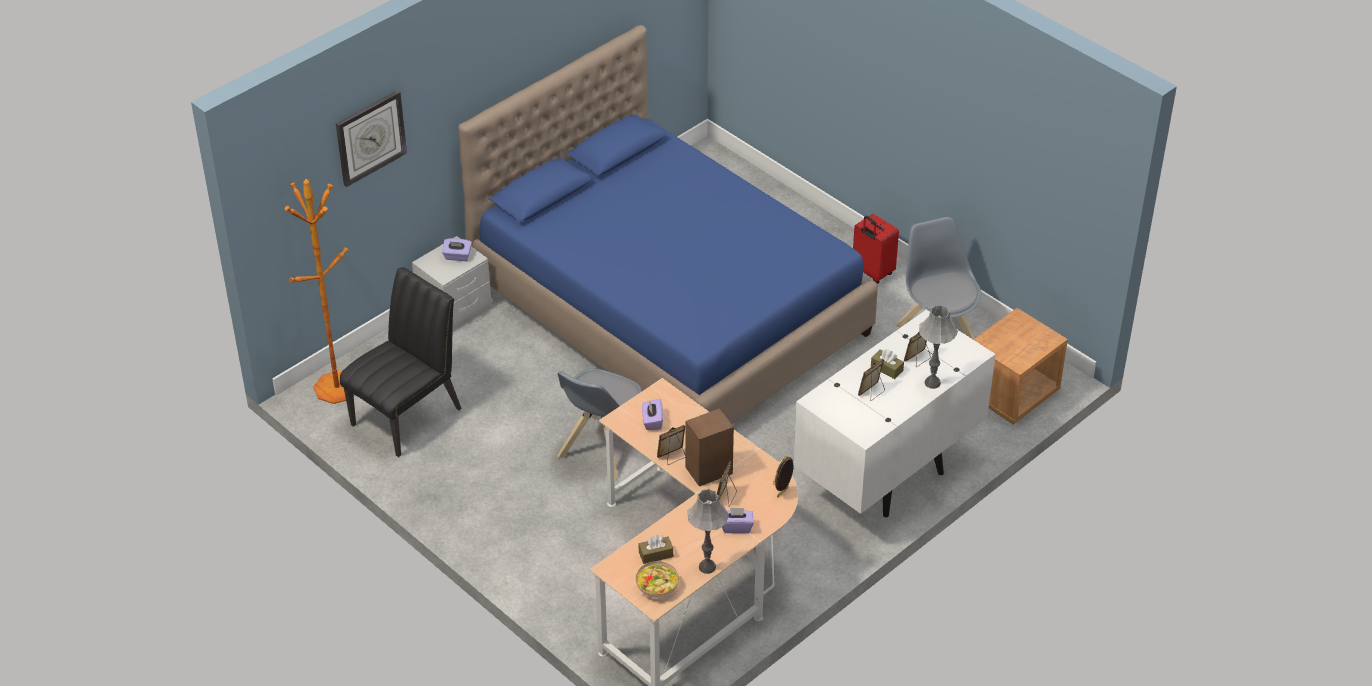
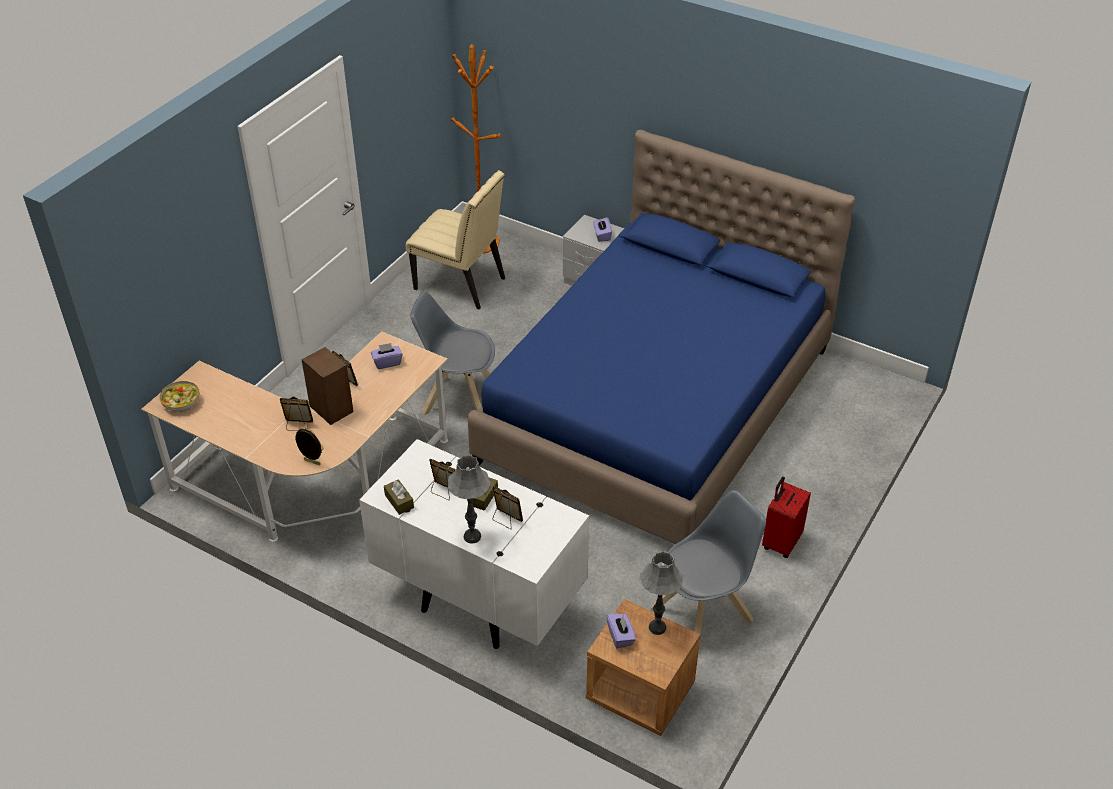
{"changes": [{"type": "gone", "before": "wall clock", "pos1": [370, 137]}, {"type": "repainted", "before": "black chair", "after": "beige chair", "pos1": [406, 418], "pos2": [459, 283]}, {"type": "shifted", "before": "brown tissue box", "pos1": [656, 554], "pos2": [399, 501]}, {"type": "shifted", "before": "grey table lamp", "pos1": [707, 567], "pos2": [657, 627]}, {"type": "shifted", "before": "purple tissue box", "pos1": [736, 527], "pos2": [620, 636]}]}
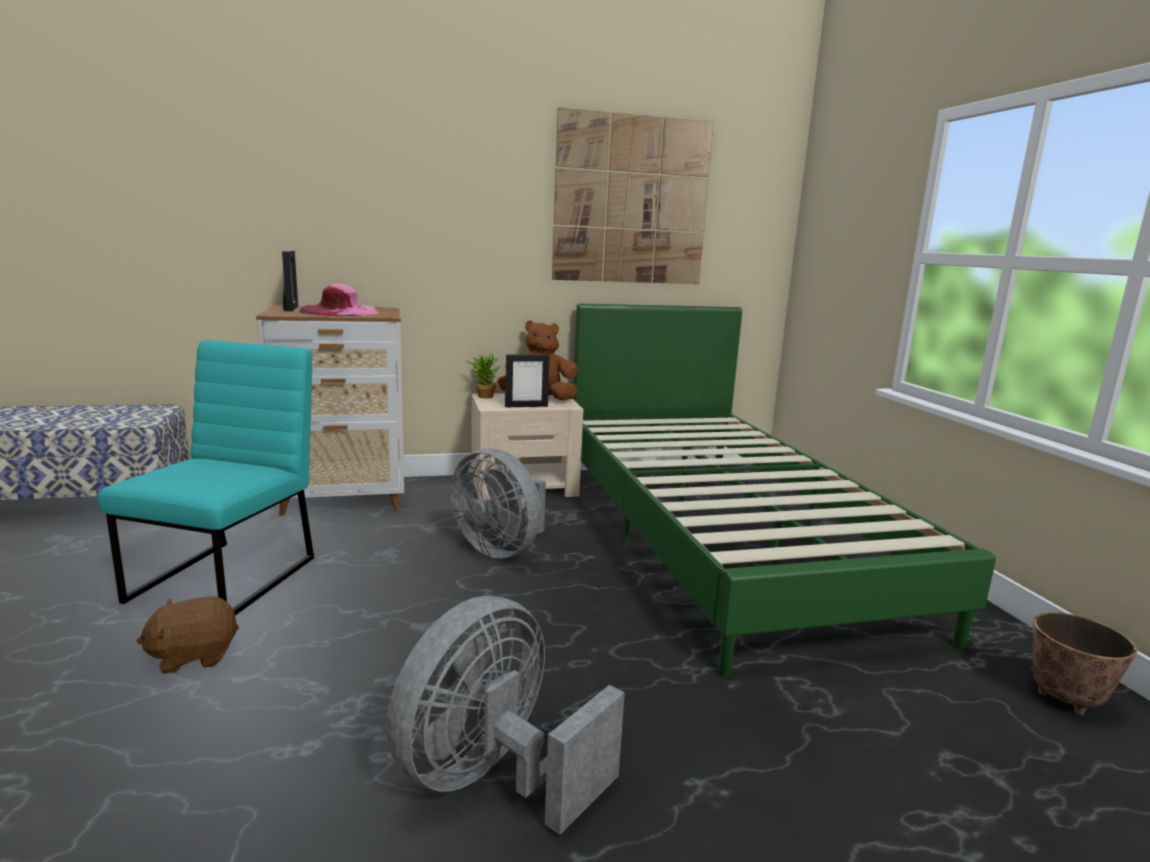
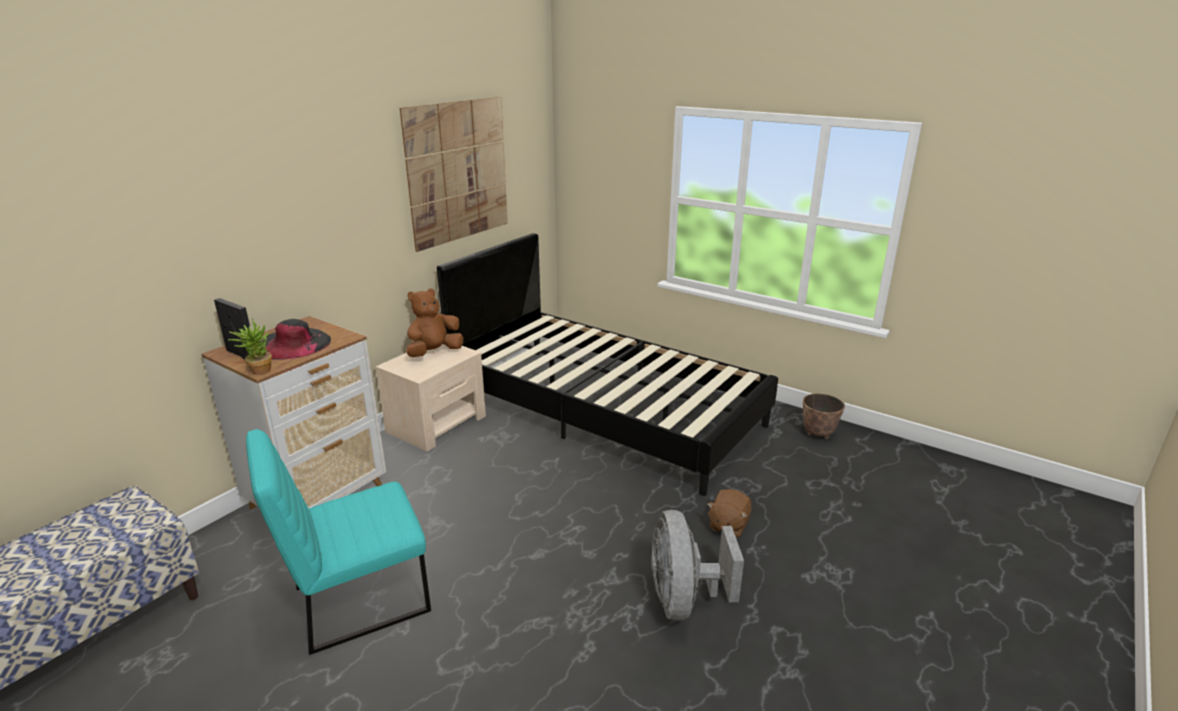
{"changes": [{"type": "rotated", "before": "turquoise chair", "pos1": [229, 576], "pos2": [357, 600], "turn": -90}, {"type": "shifted", "before": "brown plush toy", "pos1": [194, 656], "pos2": [728, 525]}, {"type": "repainted", "before": "pink hat", "after": "black hat", "pos1": [339, 311], "pos2": [294, 344]}, {"type": "gone", "before": "grey fan", "pos1": [500, 548]}, {"type": "shifted", "before": "potted plant", "pos1": [483, 396], "pos2": [257, 371]}, {"type": "gone", "before": "picture frame", "pos1": [526, 406]}, {"type": "repainted", "before": "green bed", "after": "black bed", "pos1": [720, 538], "pos2": [604, 410]}]}
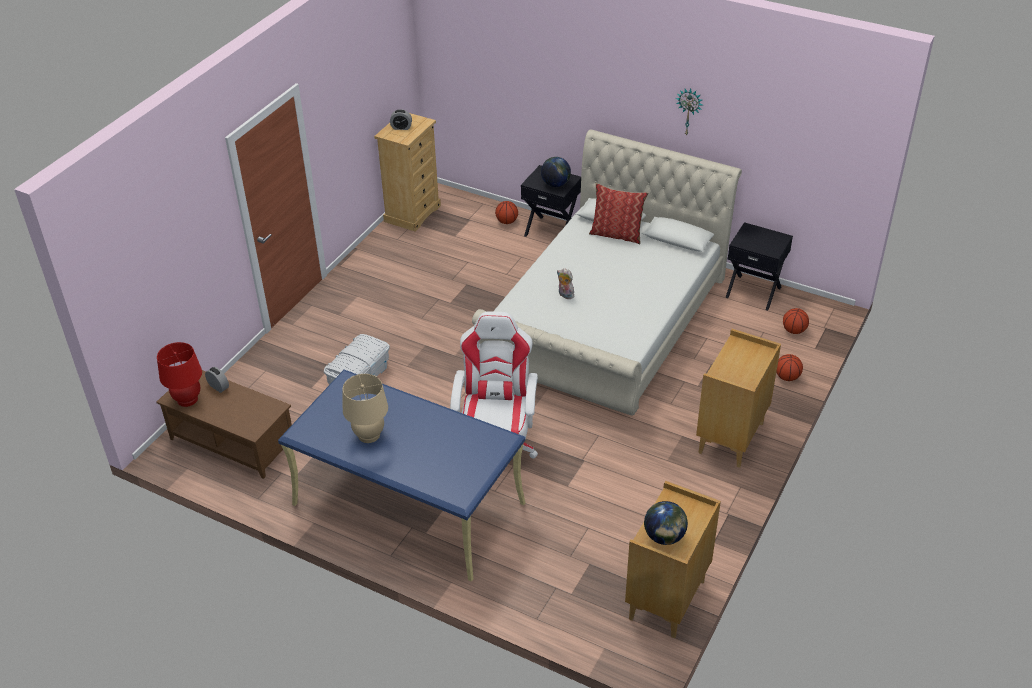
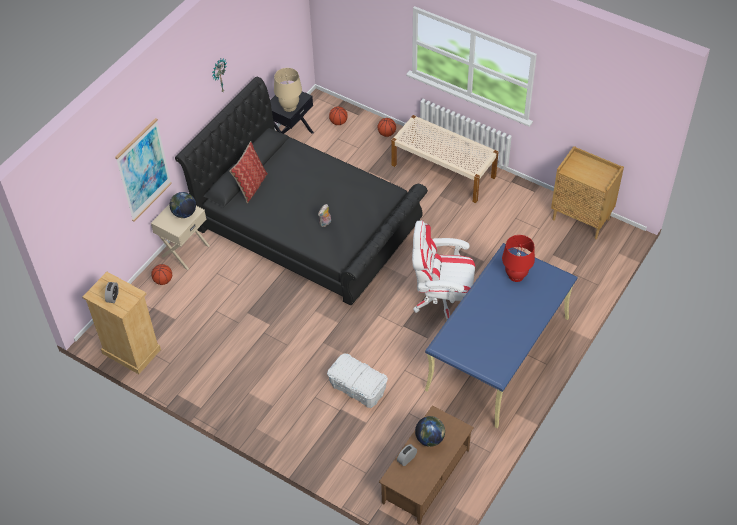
{"changes": [{"type": "shifted", "before": "red table lamp", "pos1": [187, 399], "pos2": [516, 275]}, {"type": "shifted", "before": "beige table lamp", "pos1": [369, 435], "pos2": [289, 106]}, {"type": "repainted", "before": "beige bed", "after": "black bed", "pos1": [606, 318], "pos2": [307, 224]}, {"type": "repainted", "before": "black nightstand", "after": "beige nightstand", "pos1": [551, 231], "pos2": [184, 250]}, {"type": "shifted", "before": "globe", "pos1": [664, 537], "pos2": [429, 439]}, {"type": "swapped", "before": "brown cabinet", "after": "beige bench", "pos1": [731, 438], "pos2": [443, 171]}, {"type": "new", "after": "picture", "pos2": [143, 170]}]}
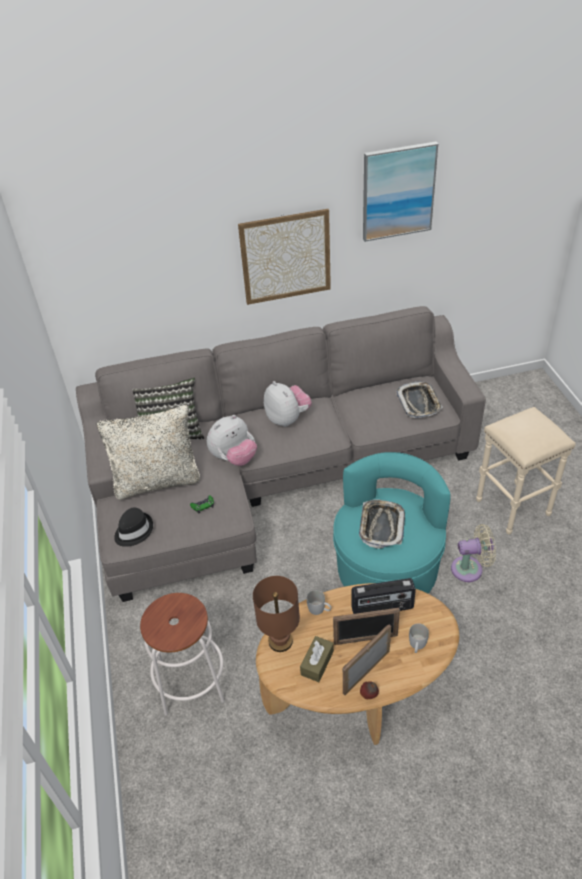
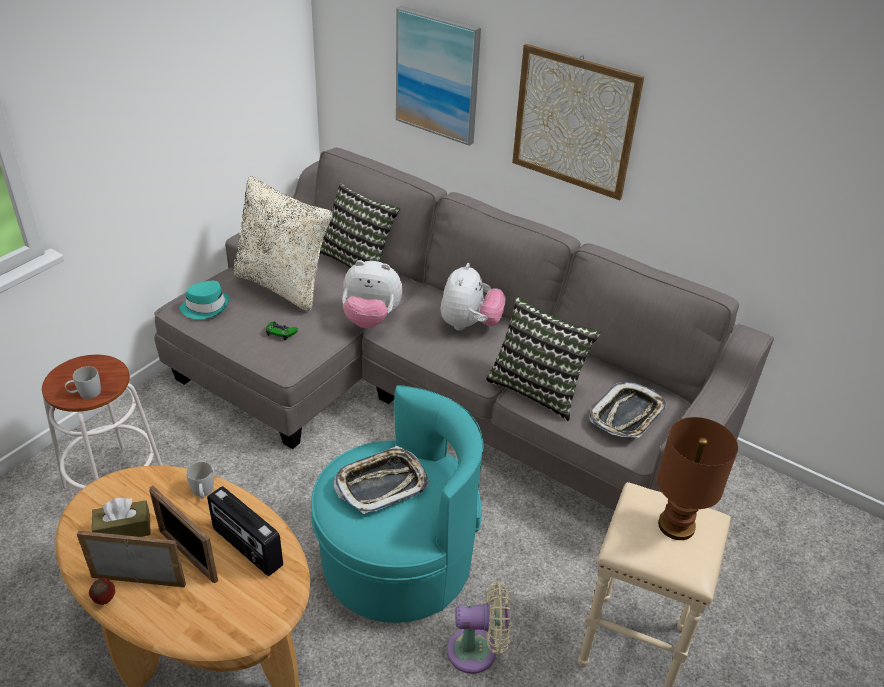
{"changes": [{"type": "repainted", "before": "black hat", "after": "turquoise hat", "pos1": [133, 531], "pos2": [205, 307]}, {"type": "shifted", "before": "brown table lamp", "pos1": [280, 641], "pos2": [675, 526]}, {"type": "shifted", "before": "picture", "pos1": [398, 191], "pos2": [438, 75]}, {"type": "shifted", "before": "white mug", "pos1": [417, 646], "pos2": [85, 394]}, {"type": "rotated", "before": "beige fan", "pos1": [470, 569], "pos2": [477, 651], "turn": -45}, {"type": "new", "after": "pillow", "pos2": [537, 388]}]}
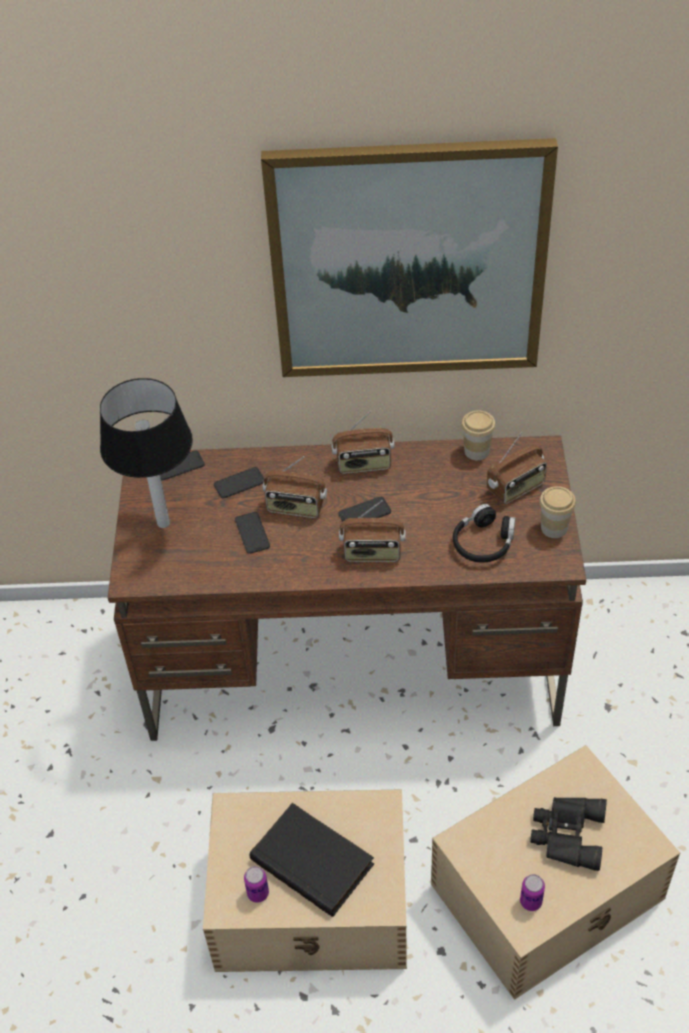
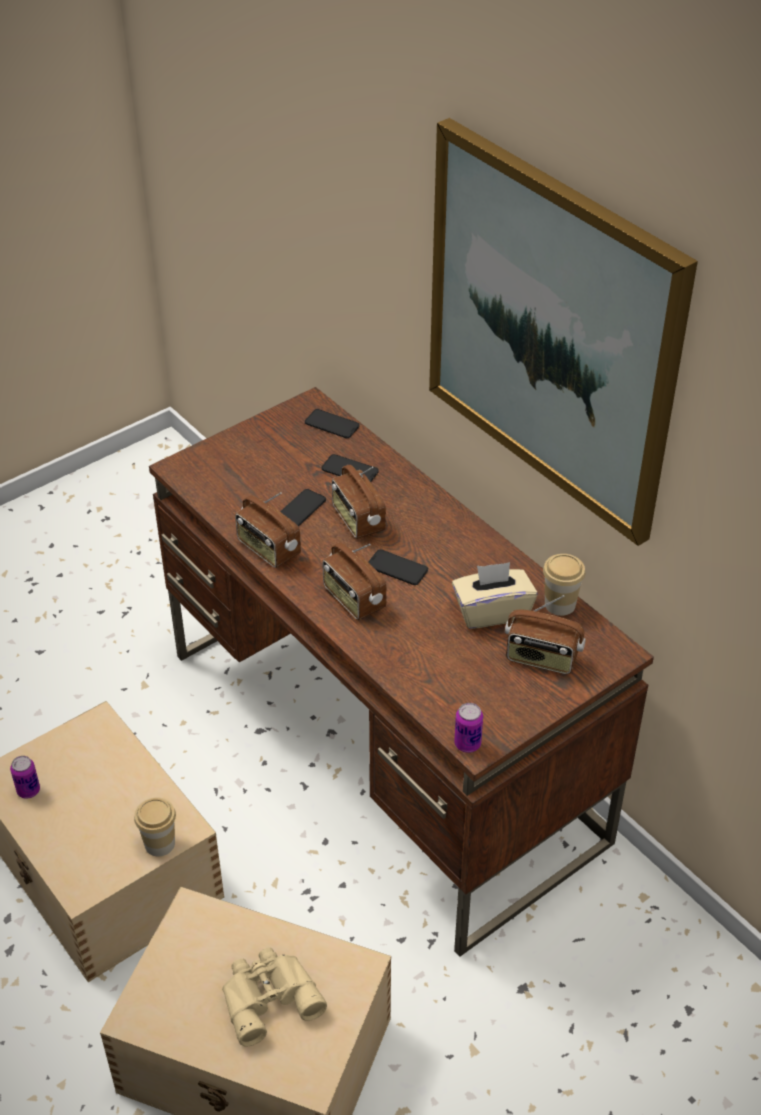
{"changes": [{"type": "gone", "before": "table lamp", "pos1": [164, 522]}, {"type": "gone", "before": "black book", "pos1": [314, 861]}, {"type": "shifted", "before": "radio", "pos1": [363, 464], "pos2": [268, 549]}, {"type": "gone", "before": "black headphones", "pos1": [483, 542]}, {"type": "shifted", "before": "can", "pos1": [531, 901], "pos2": [467, 744]}, {"type": "repainted", "before": "black binoculars", "after": "beige binoculars", "pos1": [566, 834], "pos2": [267, 996]}, {"type": "shifted", "before": "cup", "pos1": [554, 528], "pos2": [159, 843]}, {"type": "new", "after": "beige tissue box", "pos2": [492, 611]}]}
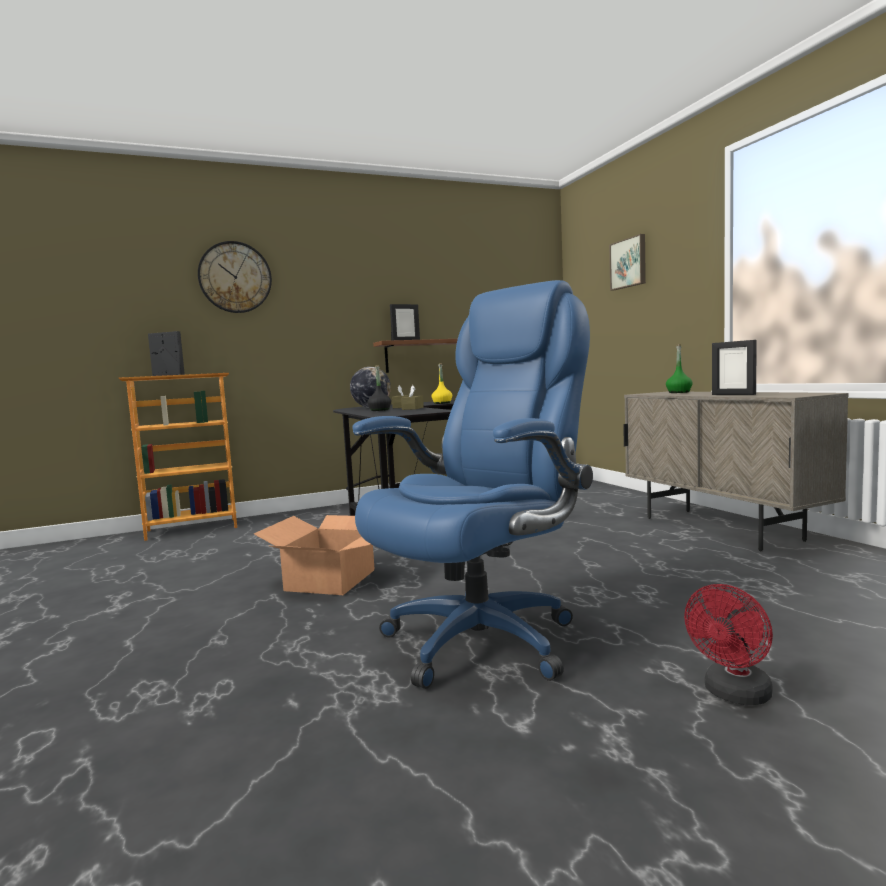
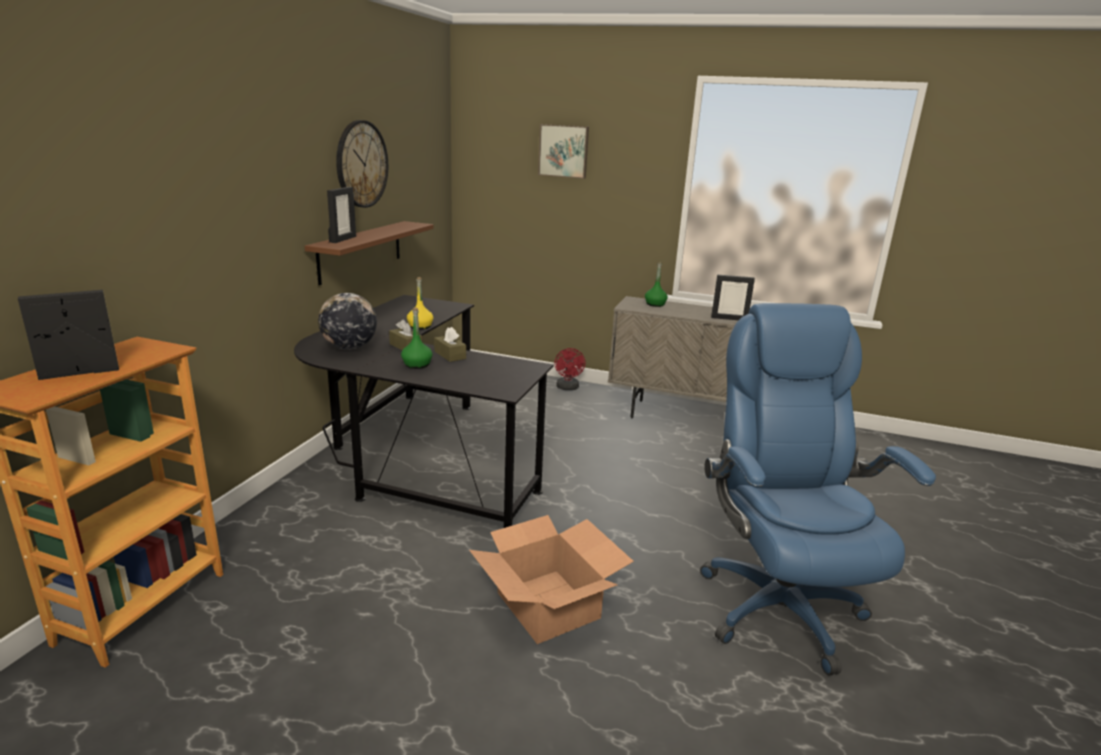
{"changes": [{"type": "shifted", "before": "wall clock", "pos1": [235, 277], "pos2": [361, 164]}, {"type": "repainted", "before": "black bottle", "after": "green bottle", "pos1": [379, 410], "pos2": [417, 365]}, {"type": "shifted", "before": "red fan", "pos1": [734, 695], "pos2": [568, 388]}]}
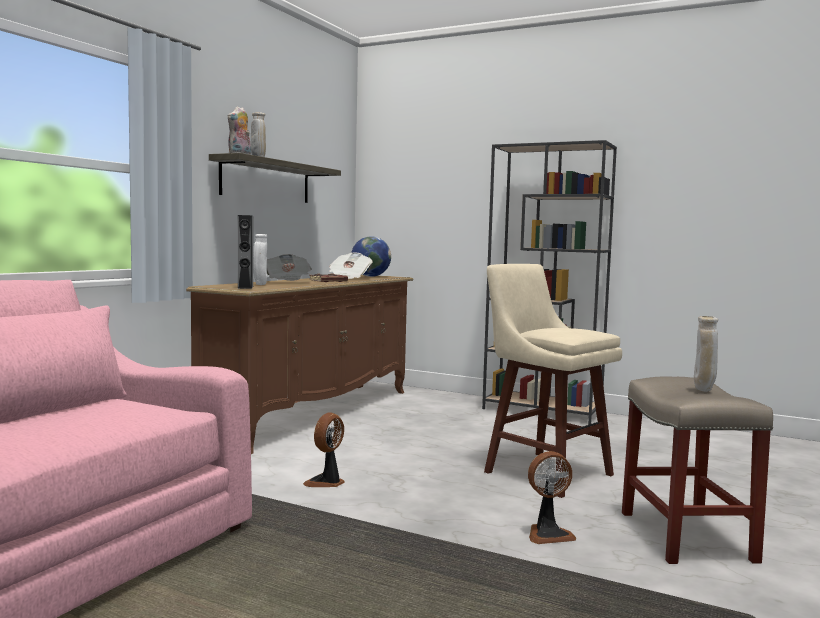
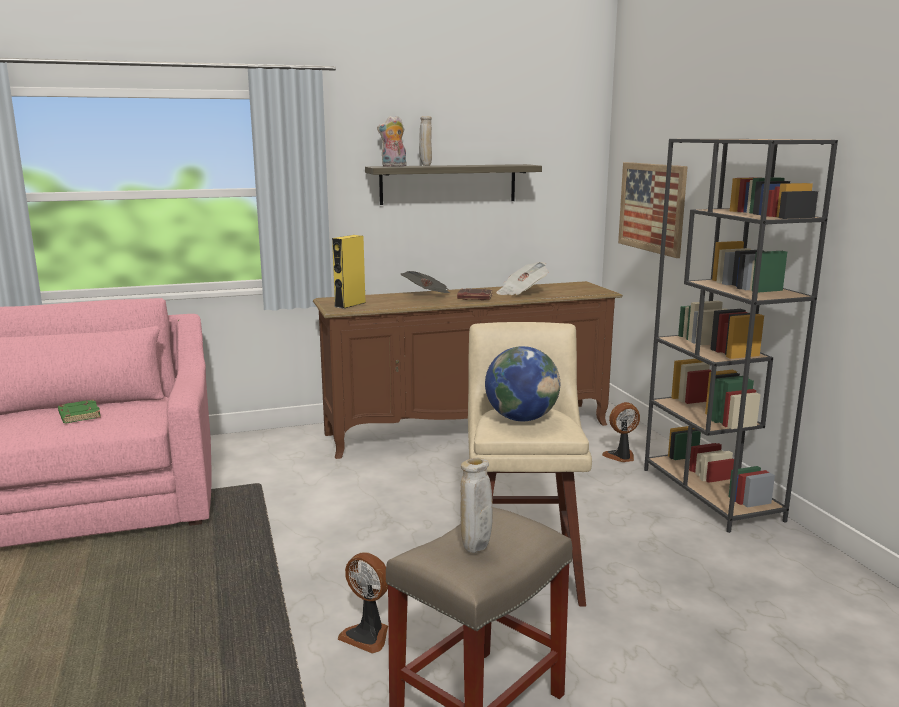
{"changes": [{"type": "repainted", "before": "grey speaker", "after": "yellow speaker", "pos1": [245, 287], "pos2": [350, 304]}, {"type": "gone", "before": "white vase", "pos1": [260, 285]}, {"type": "shifted", "before": "fan", "pos1": [326, 482], "pos2": [621, 457]}, {"type": "shifted", "before": "globe", "pos1": [370, 276], "pos2": [521, 418]}, {"type": "new", "after": "green book", "pos2": [78, 415]}, {"type": "new", "after": "picture", "pos2": [651, 207]}]}
